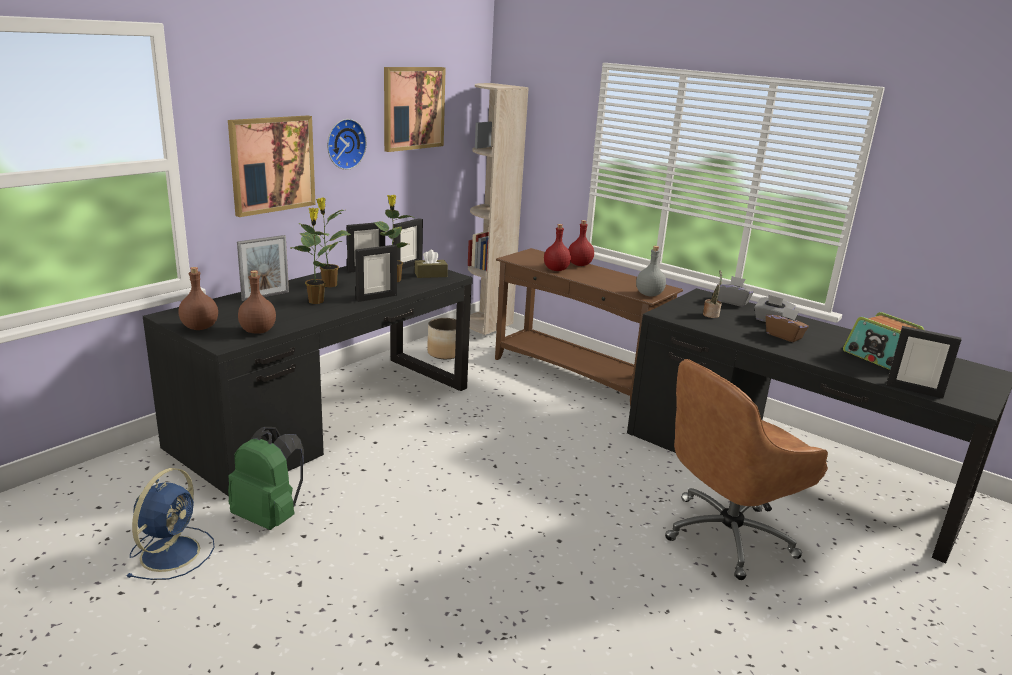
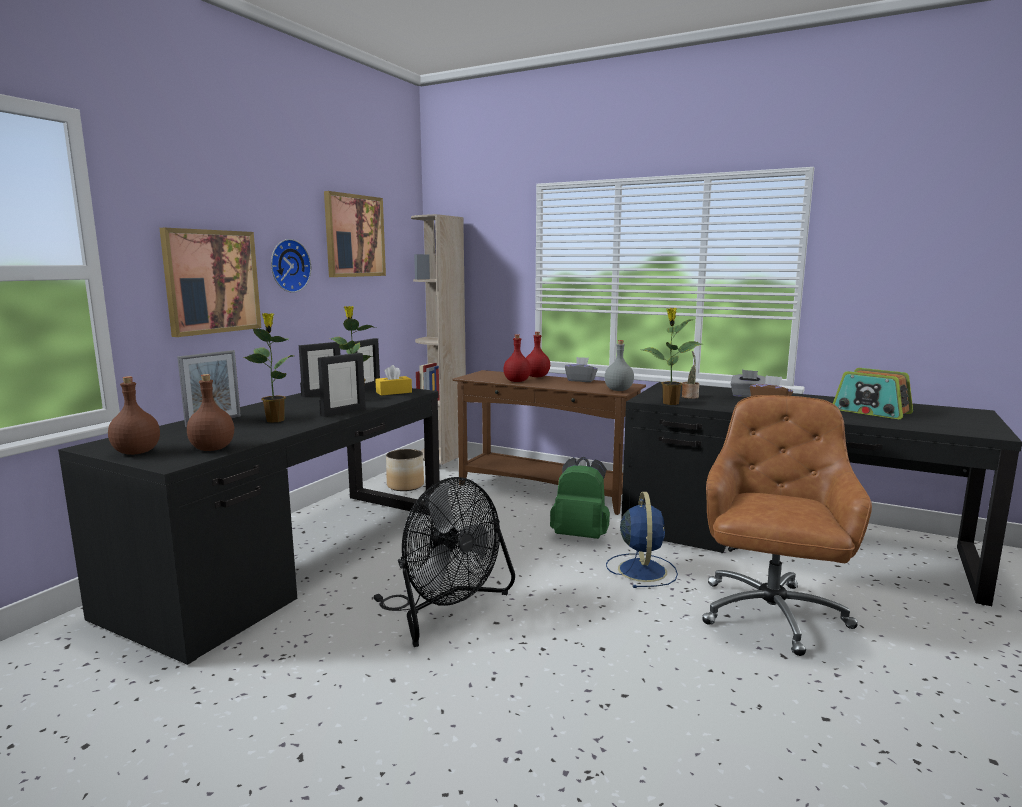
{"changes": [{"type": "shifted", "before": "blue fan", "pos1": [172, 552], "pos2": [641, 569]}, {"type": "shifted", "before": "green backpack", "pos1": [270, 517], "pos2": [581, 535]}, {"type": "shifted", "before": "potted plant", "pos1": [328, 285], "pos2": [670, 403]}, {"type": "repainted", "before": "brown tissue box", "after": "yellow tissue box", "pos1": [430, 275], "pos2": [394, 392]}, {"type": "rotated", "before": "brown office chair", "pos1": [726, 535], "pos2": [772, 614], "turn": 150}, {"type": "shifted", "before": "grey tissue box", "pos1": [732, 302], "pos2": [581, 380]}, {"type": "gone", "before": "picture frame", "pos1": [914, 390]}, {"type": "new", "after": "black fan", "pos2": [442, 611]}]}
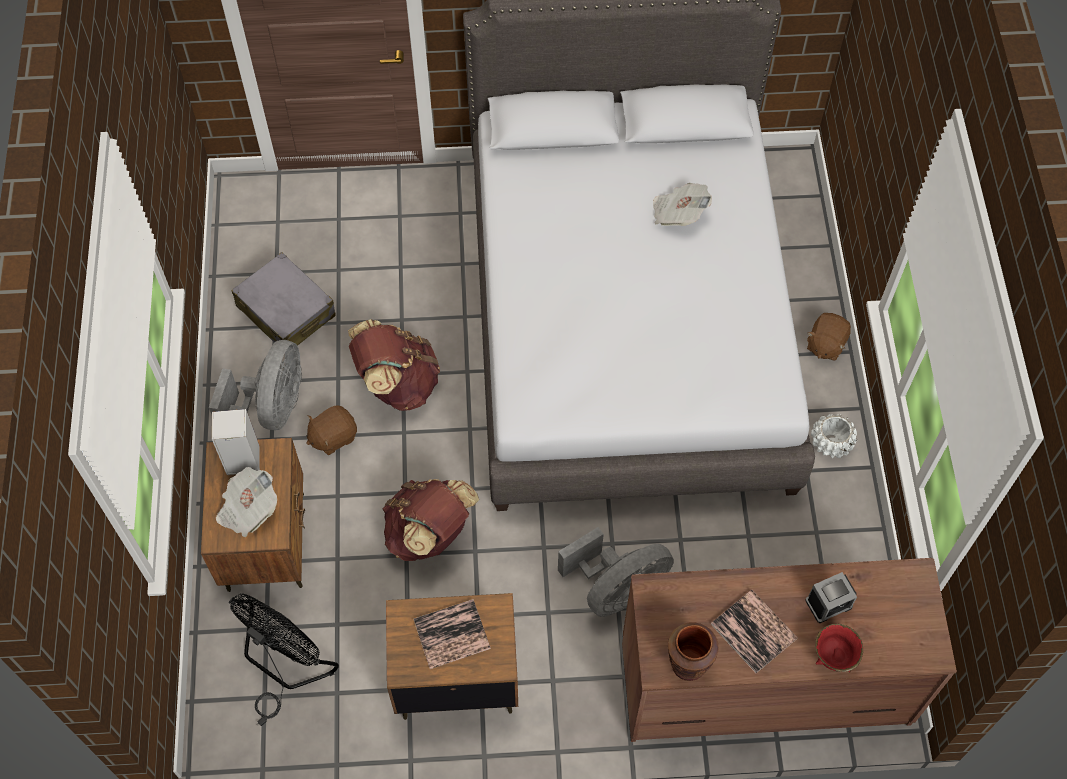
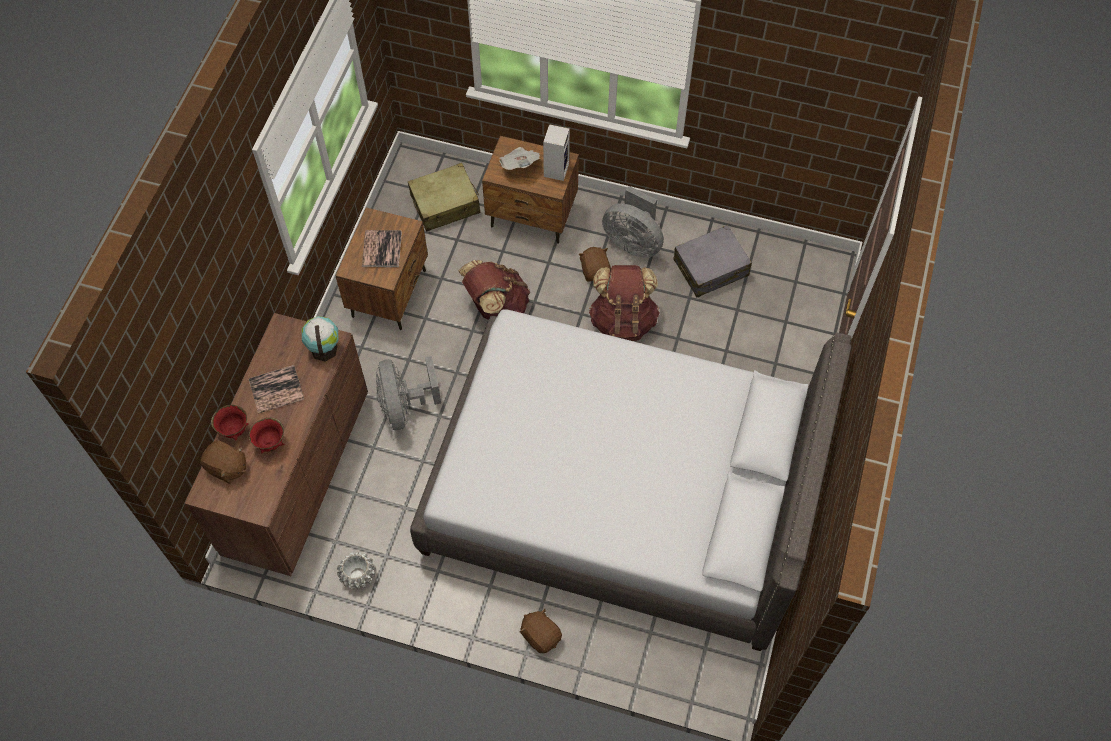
{"changes": [{"type": "swapped", "before": "black fan", "after": "beige suitcase", "pos1": [280, 663], "pos2": [445, 204]}, {"type": "gone", "before": "newspaper", "pos1": [678, 213]}, {"type": "gone", "before": "brown vase", "pos1": [688, 664]}, {"type": "swapped", "before": "alarm clock", "after": "red bowl", "pos1": [828, 603], "pos2": [271, 443]}, {"type": "shifted", "before": "white planter", "pos1": [831, 443], "pos2": [358, 575]}, {"type": "new", "after": "brown plush toy", "pos2": [227, 468]}, {"type": "new", "after": "globe", "pos2": [324, 348]}]}
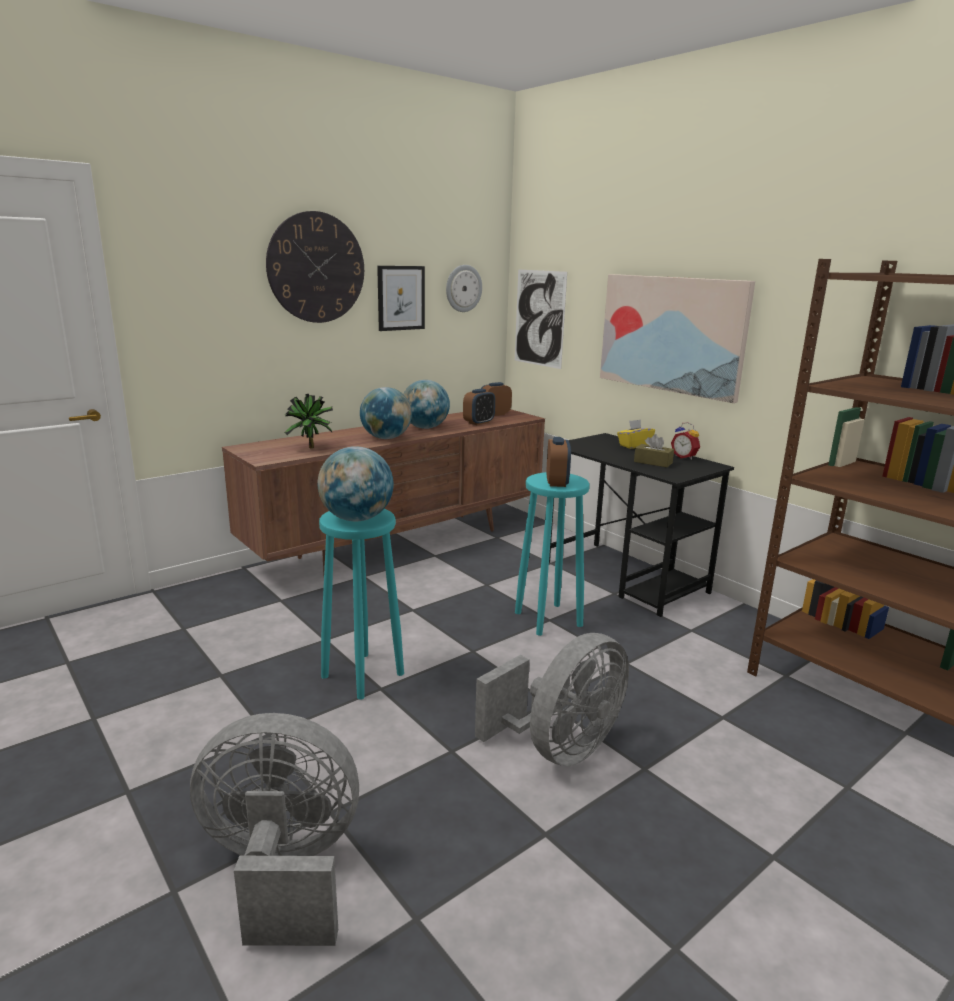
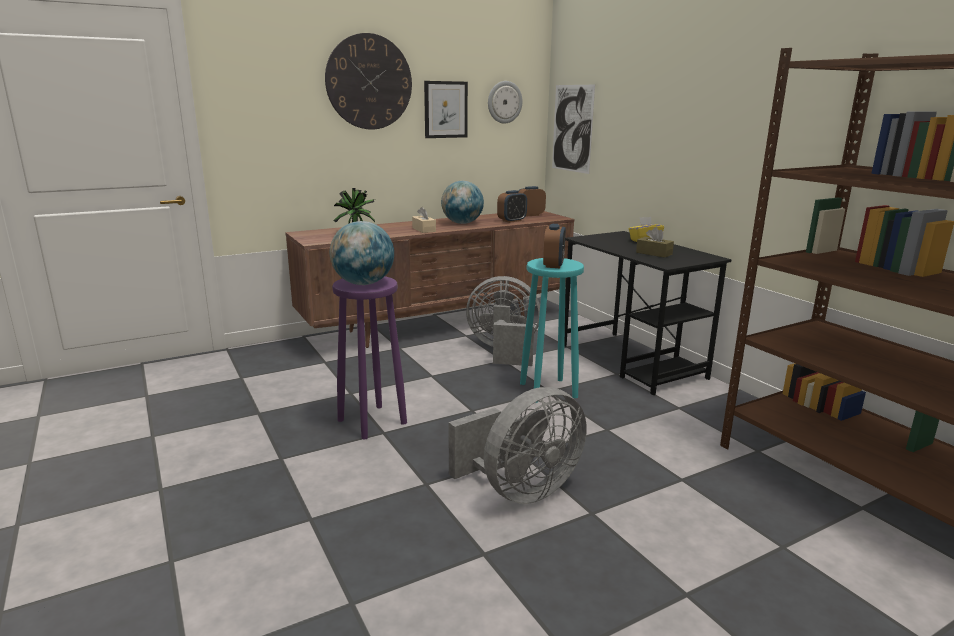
{"changes": [{"type": "shifted", "before": "grey fan", "pos1": [282, 871], "pos2": [504, 351]}, {"type": "repainted", "before": "turquoise stool", "after": "purple stool", "pos1": [363, 675], "pos2": [372, 422]}, {"type": "swapped", "before": "globe", "after": "beige tissue box", "pos1": [386, 438], "pos2": [424, 230]}, {"type": "gone", "before": "picture", "pos1": [672, 334]}, {"type": "gone", "before": "alarm clock", "pos1": [685, 457]}]}
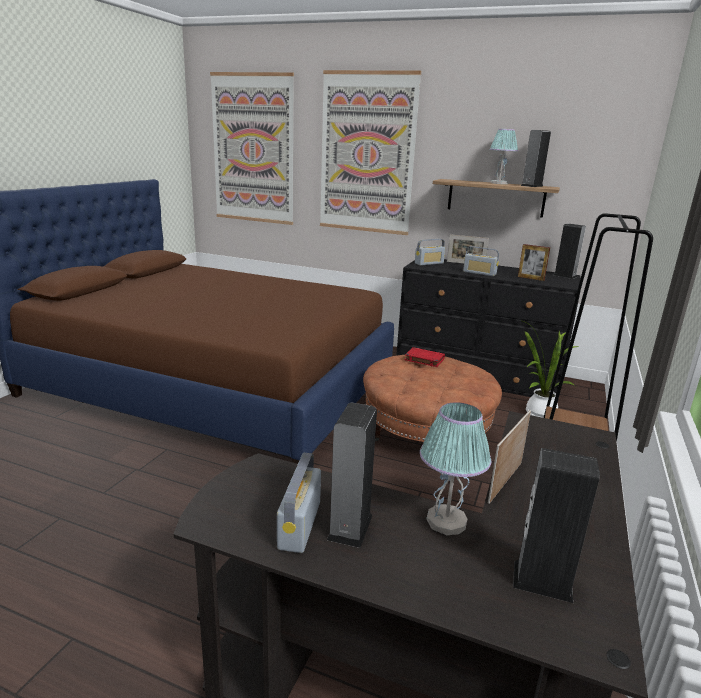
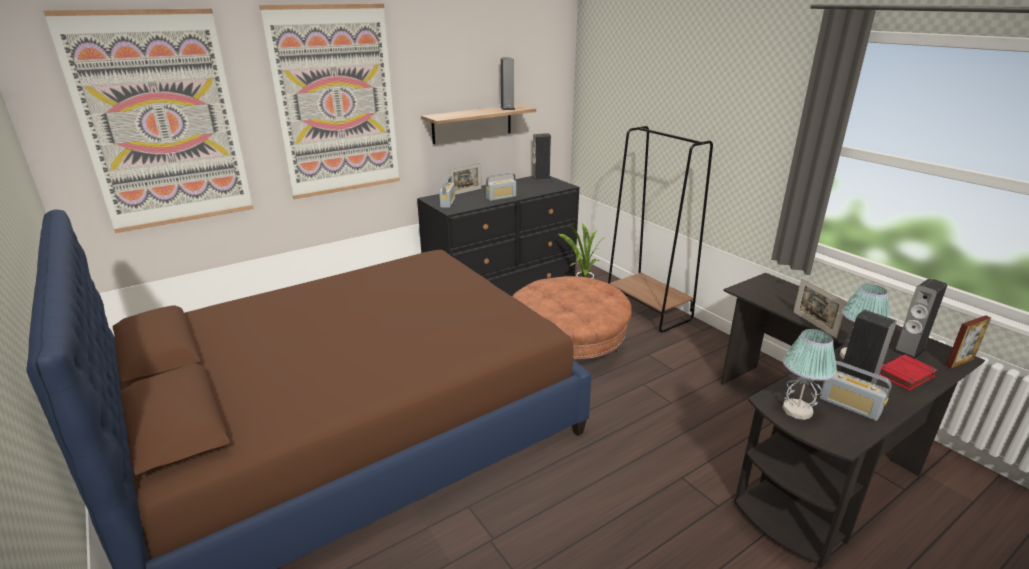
{"changes": [{"type": "shifted", "before": "red book", "pos1": [424, 359], "pos2": [904, 375]}, {"type": "shifted", "before": "table lamp", "pos1": [498, 183], "pos2": [796, 410]}, {"type": "shifted", "before": "picture frame", "pos1": [531, 278], "pos2": [959, 362]}]}
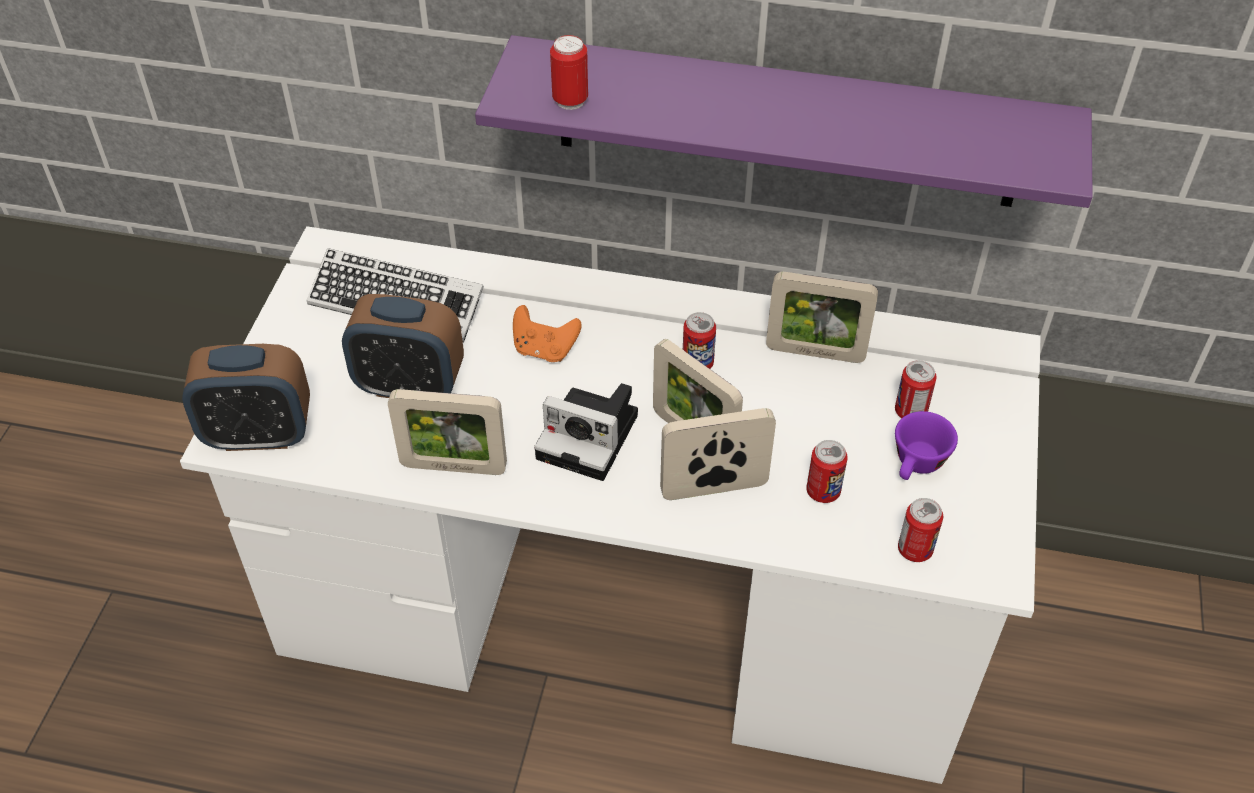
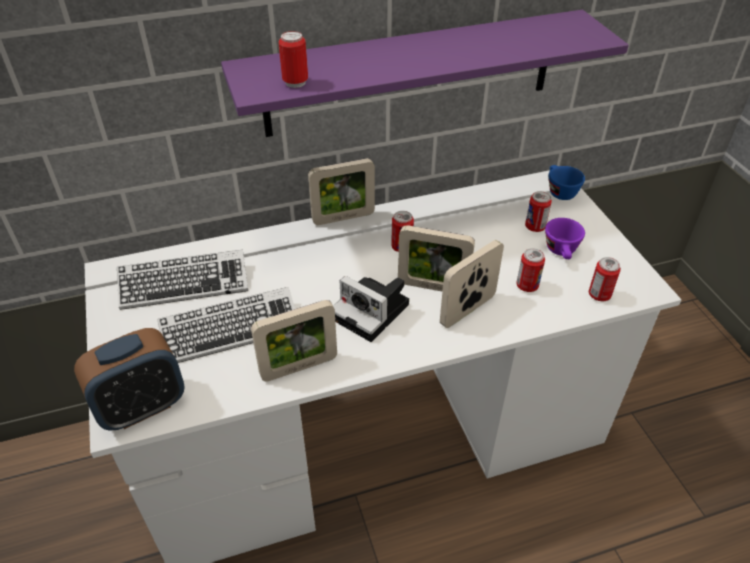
{"changes": [{"type": "swapped", "before": "alarm clock", "after": "keyboard", "pos1": [410, 386], "pos2": [231, 331]}, {"type": "gone", "before": "orange game controller", "pos1": [544, 350]}, {"type": "rotated", "before": "photo camera", "pos1": [592, 437], "pos2": [373, 312], "turn": 45}, {"type": "shifted", "before": "picture frame", "pos1": [815, 352], "pos2": [343, 218]}, {"type": "new", "after": "blue cup", "pos2": [559, 191]}]}
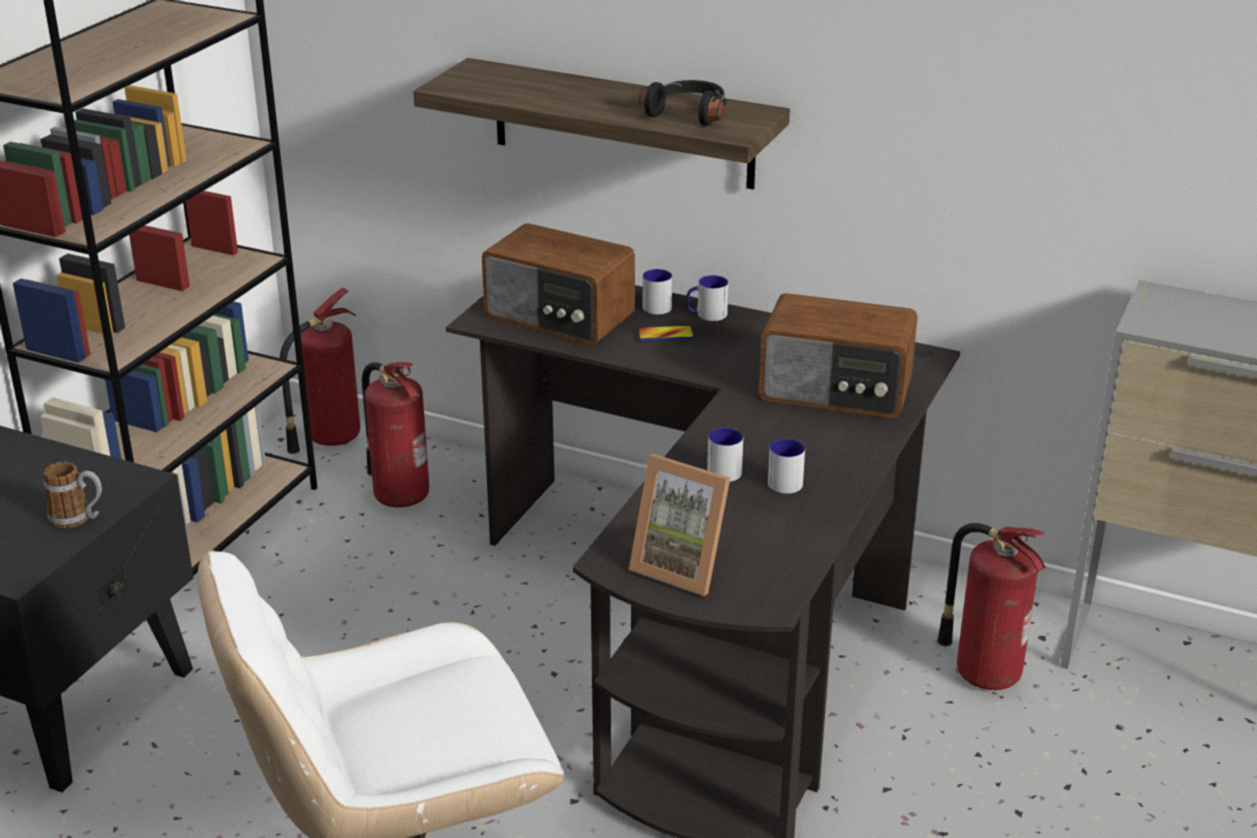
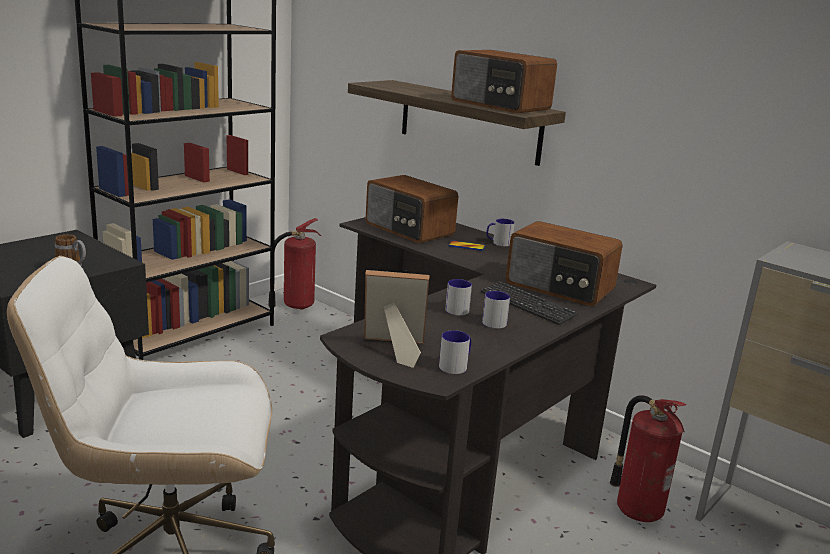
{"changes": [{"type": "gone", "before": "fire extinguisher", "pos1": [400, 495]}, {"type": "rotated", "before": "picture frame", "pos1": [683, 566], "pos2": [393, 349], "turn": 135}, {"type": "swapped", "before": "black headphones", "after": "radio", "pos1": [689, 113], "pos2": [499, 105]}, {"type": "shifted", "before": "mug", "pos1": [659, 305], "pos2": [456, 365]}, {"type": "new", "after": "keyboard", "pos2": [527, 305]}]}
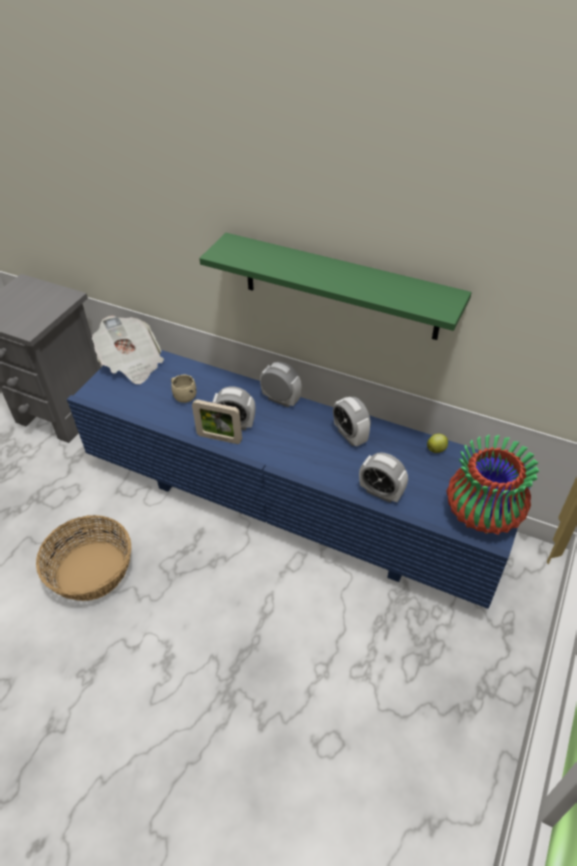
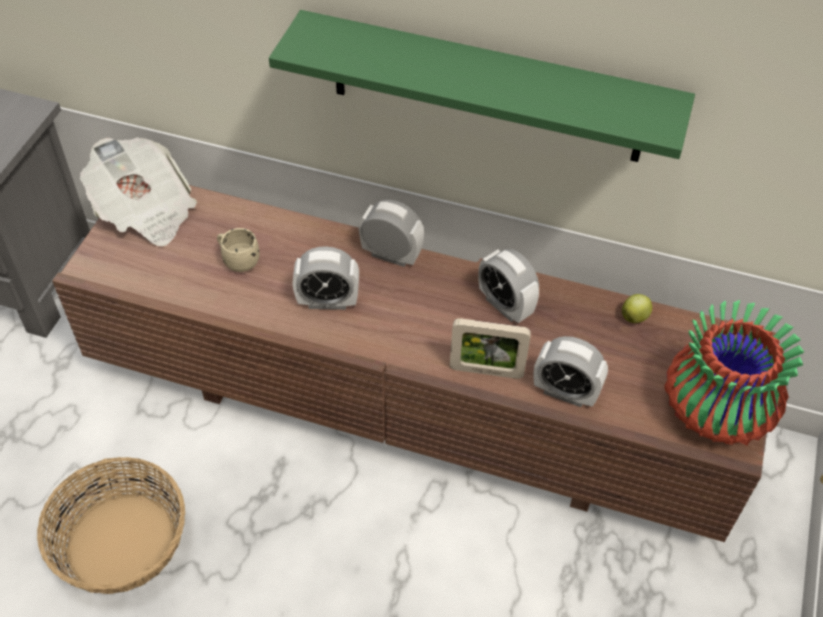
{"changes": [{"type": "repainted", "before": "blue tv stand", "after": "brown tv stand", "pos1": [290, 500], "pos2": [409, 400]}, {"type": "shifted", "before": "picture frame", "pos1": [219, 438], "pos2": [486, 371]}]}
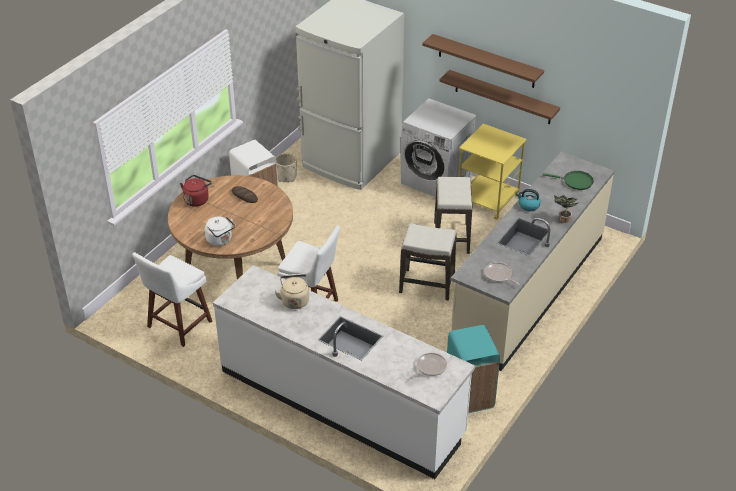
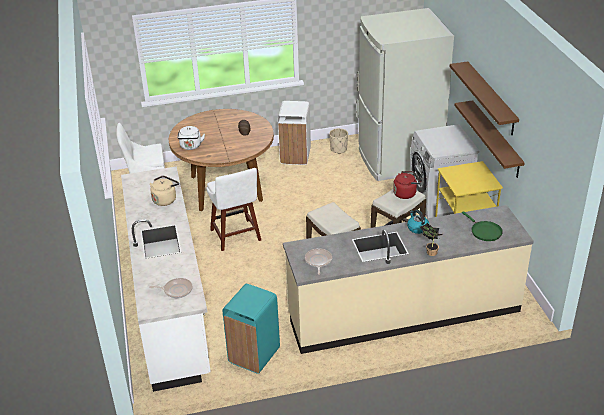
{"changes": [{"type": "shifted", "before": "red kettle", "pos1": [197, 199], "pos2": [406, 193]}]}
